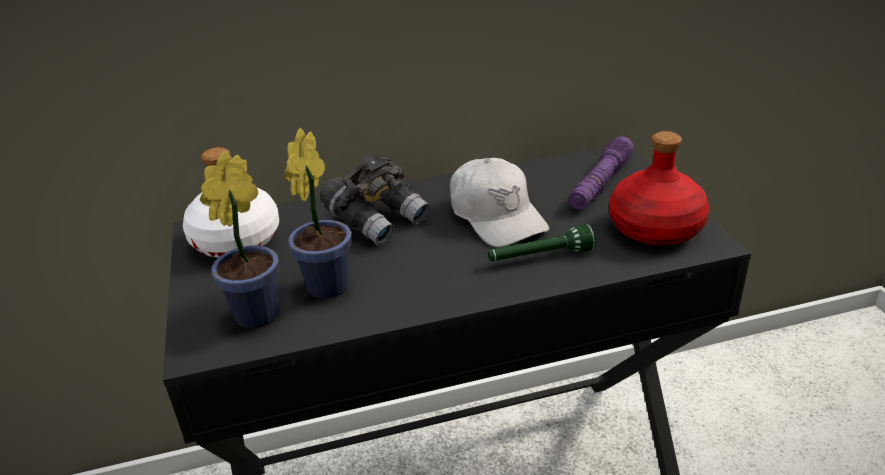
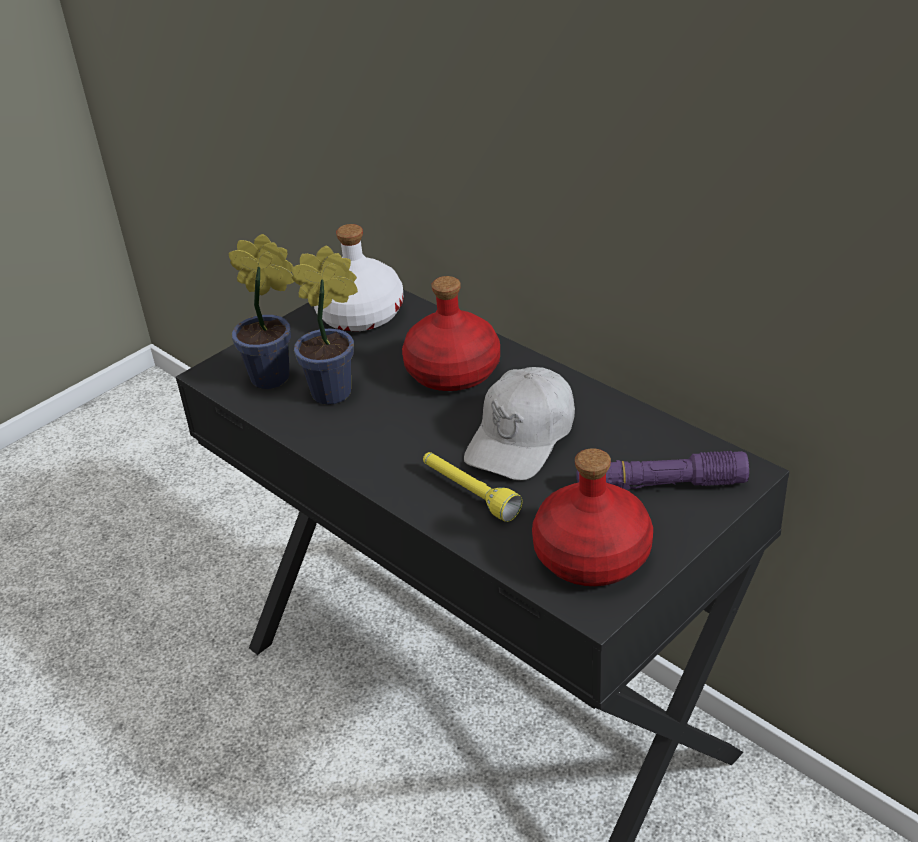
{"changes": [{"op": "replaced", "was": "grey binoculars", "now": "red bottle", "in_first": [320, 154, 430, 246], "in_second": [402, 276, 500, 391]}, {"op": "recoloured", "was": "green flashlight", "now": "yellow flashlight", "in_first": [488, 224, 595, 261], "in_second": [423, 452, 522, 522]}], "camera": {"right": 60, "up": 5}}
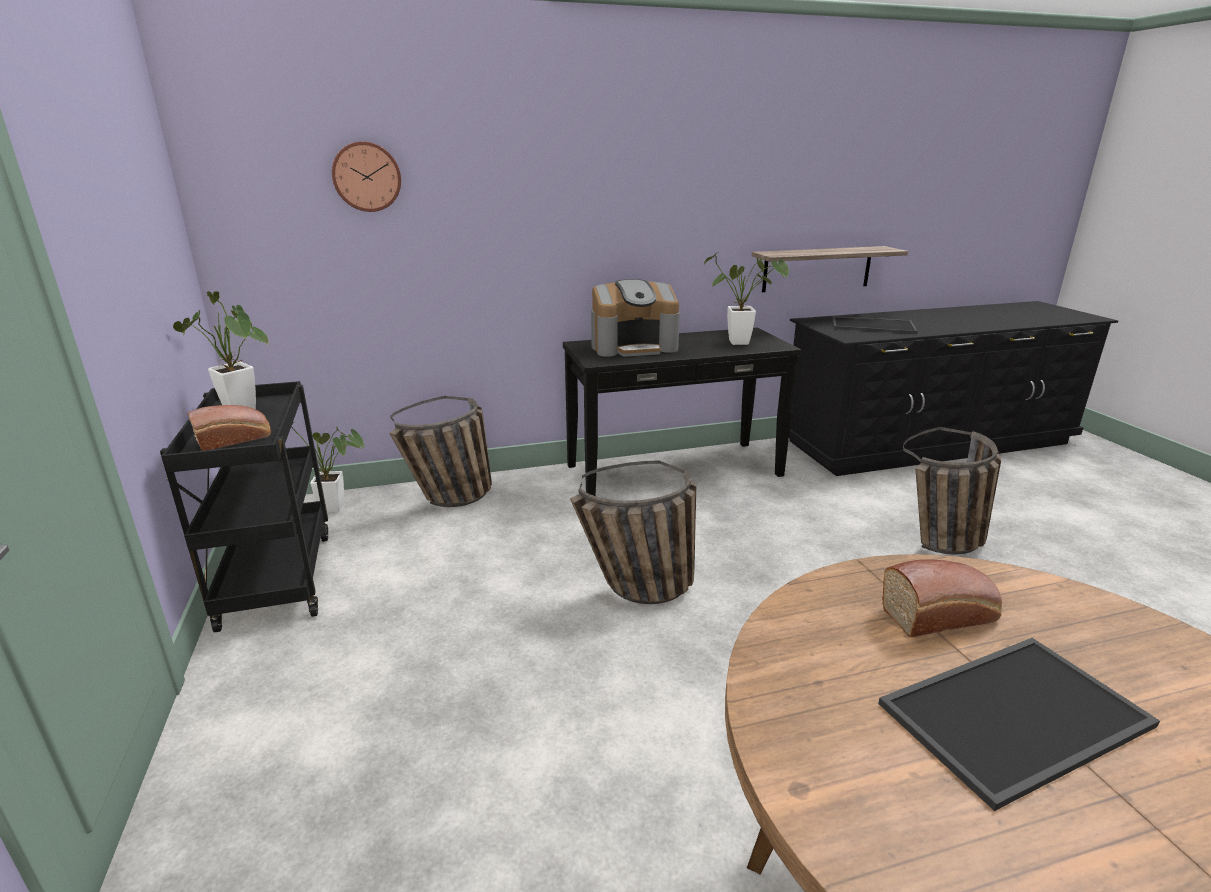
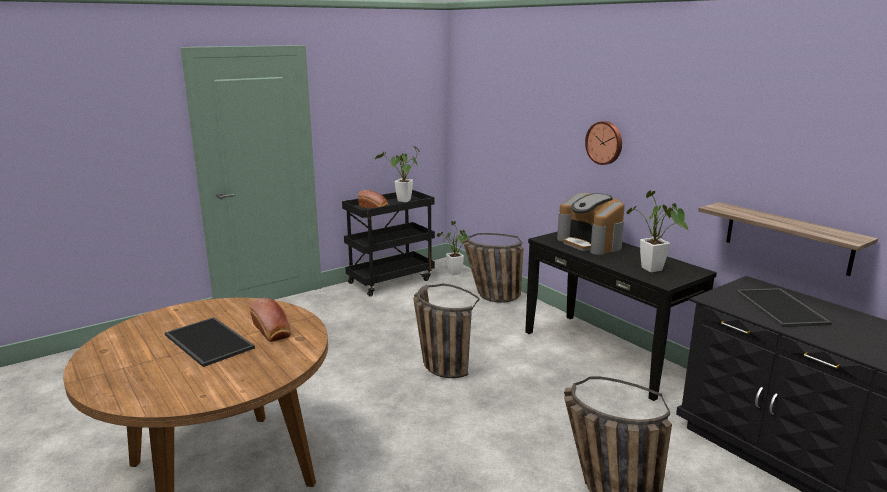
{"changes": [{"op": "moved", "was": "wall clock", "in_first": [332, 141, 401, 212], "in_second": [585, 121, 622, 165]}], "camera": {"right": 70, "up": -5}}
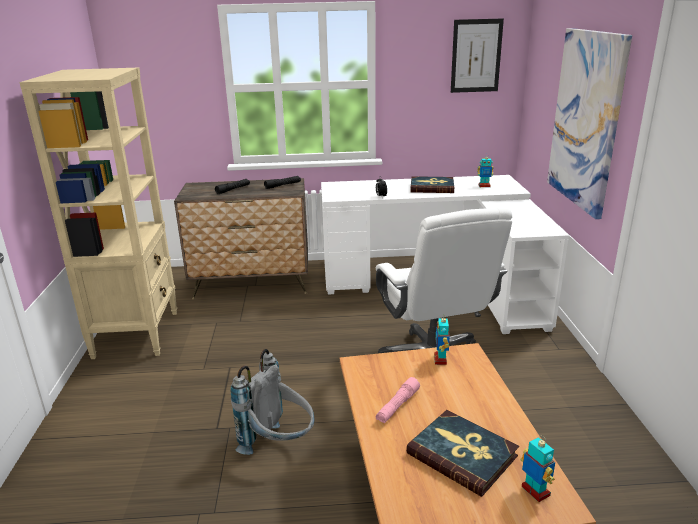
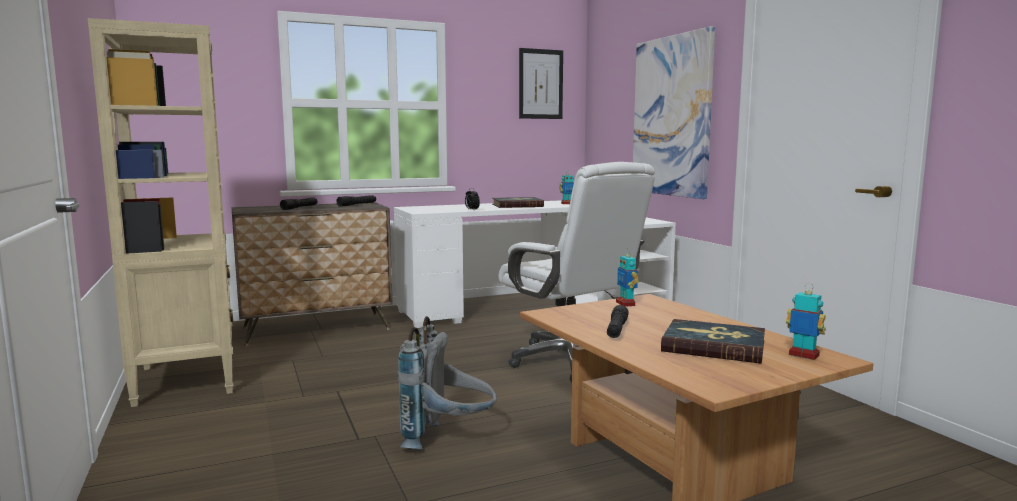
{"changes": [{"op": "recoloured", "was": "pink flashlight", "now": "black flashlight", "in_first": [376, 377, 420, 423], "in_second": [607, 305, 629, 338]}], "camera": {"right": -20, "up": -15}}
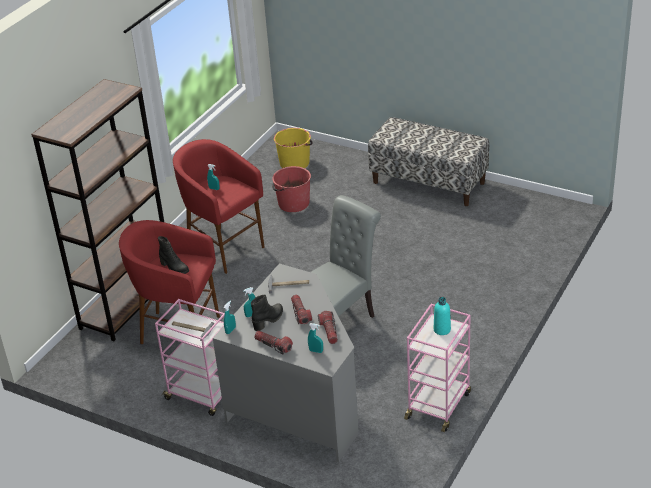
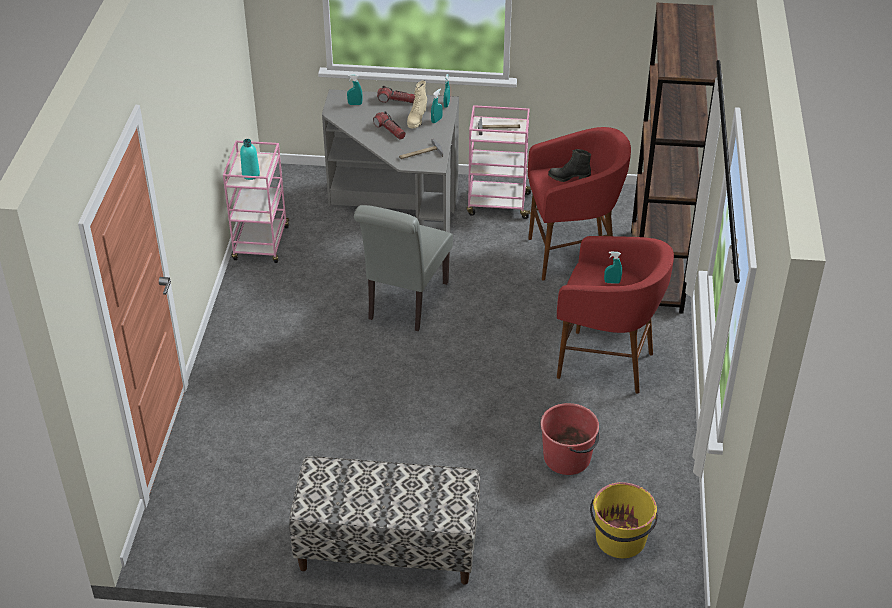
{"changes": [{"op": "recoloured", "was": "black boot", "now": "beige boot", "in_first": [251, 295, 283, 331], "in_second": [407, 80, 427, 129]}, {"op": "removed", "was": "flashlight", "in_first": [318, 311, 338, 344]}], "camera": {"right": 155, "up": 5}}
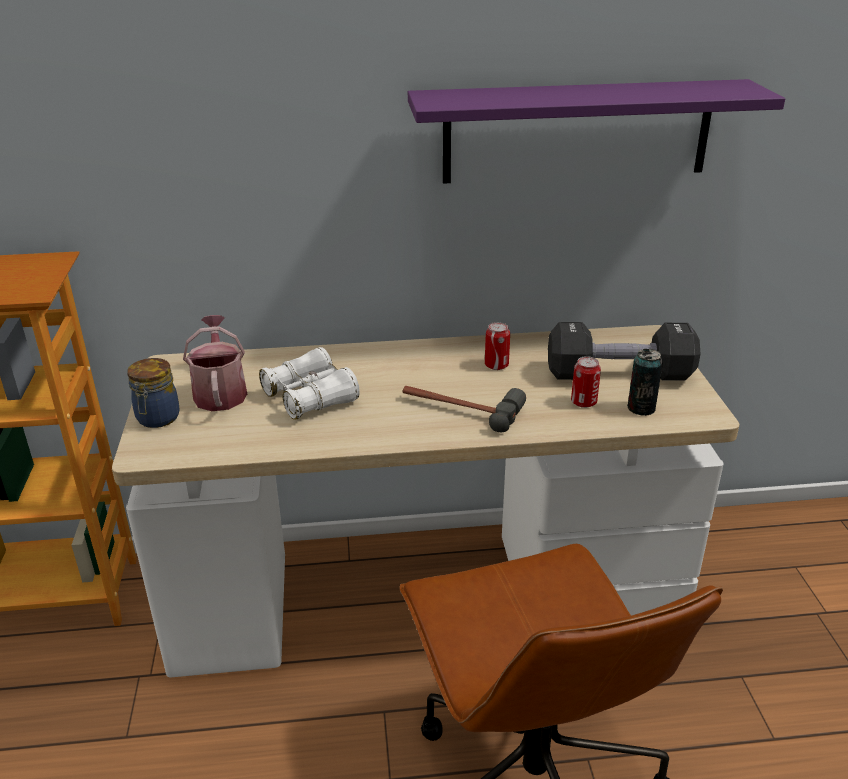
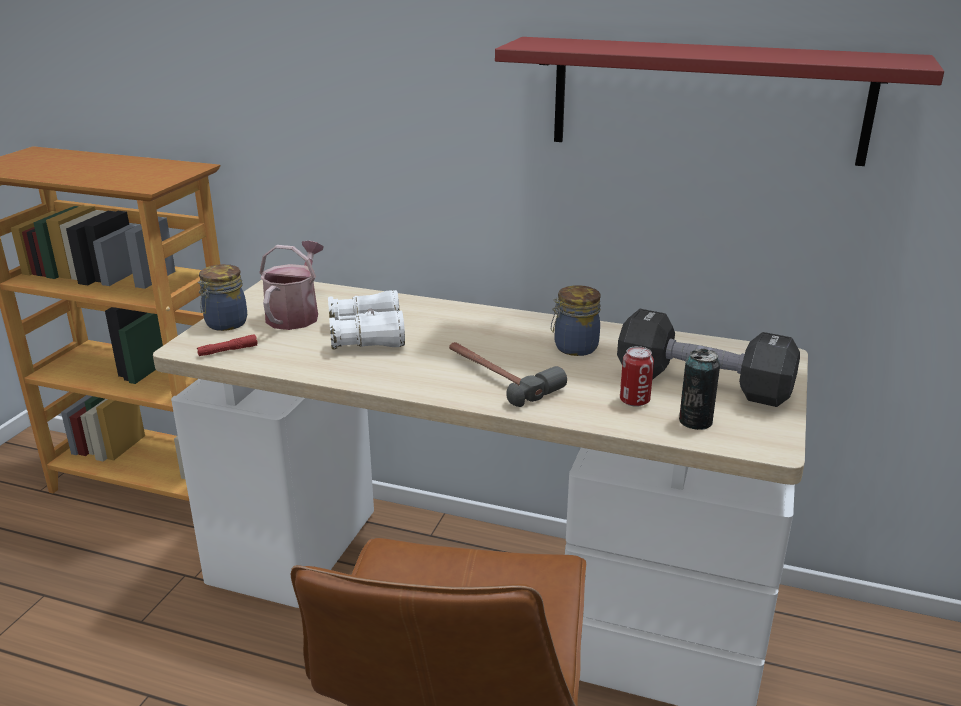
{"changes": [{"op": "added", "now": "red flashlight", "in_second": [197, 334, 258, 356]}, {"op": "recoloured", "was": "purple shelf", "now": "red shelf", "in_first": [408, 79, 785, 184], "in_second": [495, 37, 944, 166]}, {"op": "replaced", "was": "can", "now": "jar", "in_first": [485, 322, 510, 370], "in_second": [551, 285, 601, 356]}], "camera": {"right": 25, "up": -5}}
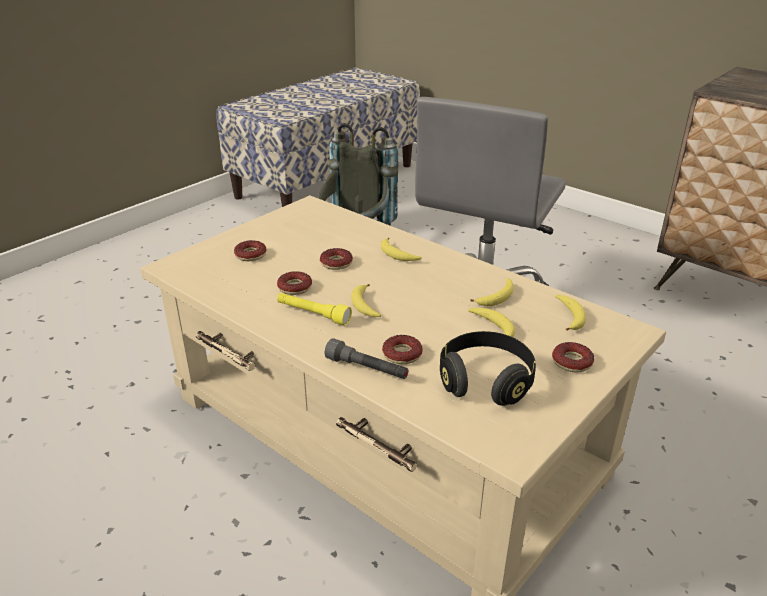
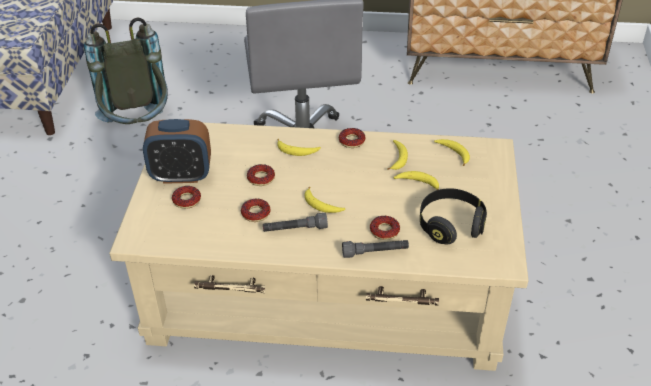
{"changes": [{"op": "added", "now": "alarm clock", "in_second": [143, 119, 211, 184]}, {"op": "recoloured", "was": "yellow flashlight", "now": "grey flashlight", "in_first": [277, 293, 352, 325], "in_second": [263, 213, 328, 232]}, {"op": "moved", "was": "donut", "in_first": [552, 342, 594, 372], "in_second": [339, 128, 365, 148]}], "camera": {"right": -35, "up": 10}}
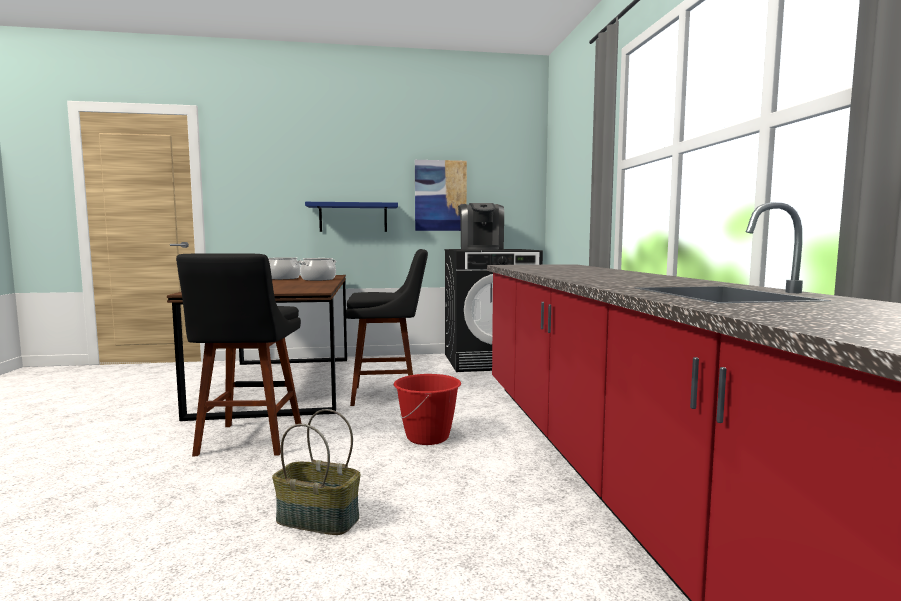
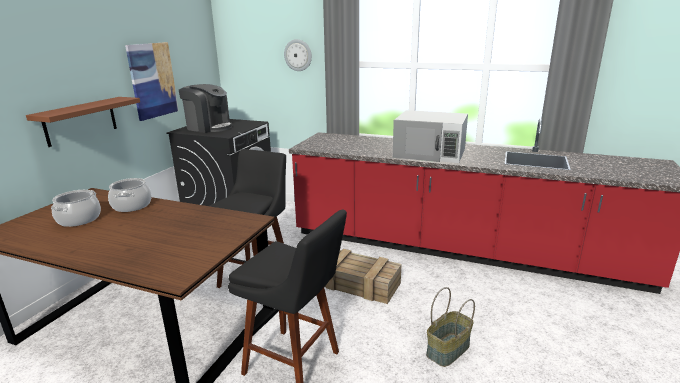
{"changes": [{"op": "recoloured", "was": "blue shelf", "now": "brown shelf", "in_first": [305, 202, 398, 232], "in_second": [26, 97, 140, 147]}, {"op": "added", "now": "wall clock", "in_second": [284, 39, 312, 71]}, {"op": "replaced", "was": "red bucket", "now": "crate", "in_first": [394, 374, 461, 445], "in_second": [325, 249, 401, 304]}, {"op": "added", "now": "white microwave", "in_second": [393, 110, 468, 163]}], "camera": {"right": -60, "up": 15}}
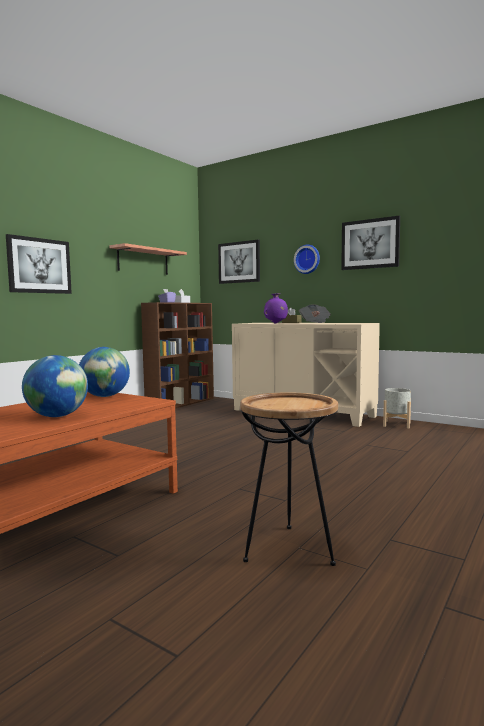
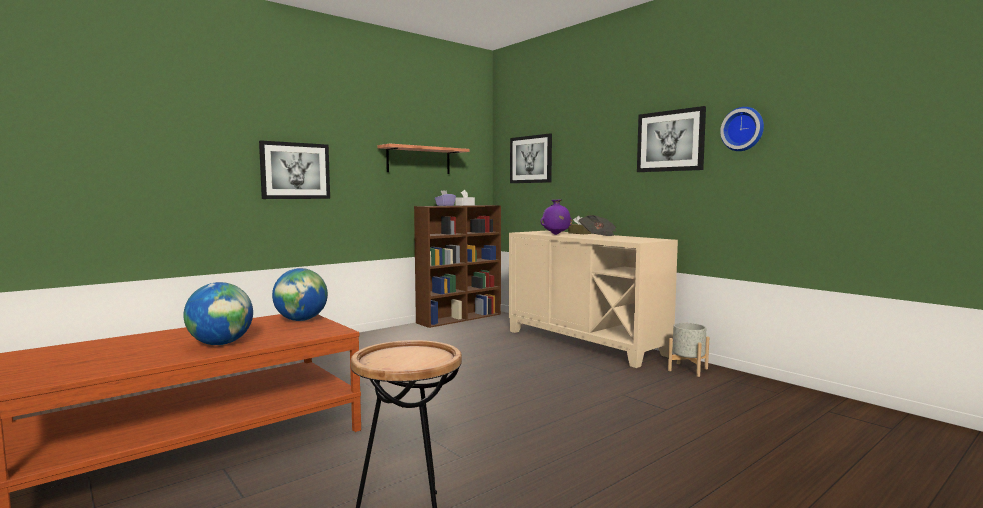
{"changes": [{"op": "moved", "was": "wall clock", "in_first": [294, 245, 320, 274], "in_second": [720, 107, 764, 151]}], "camera": {"right": 15, "up": 0}}
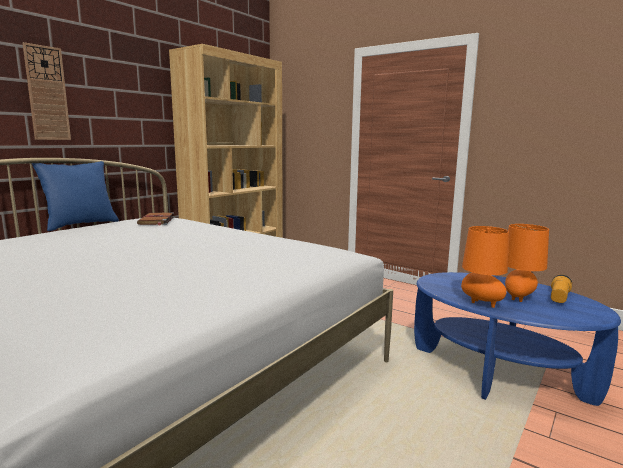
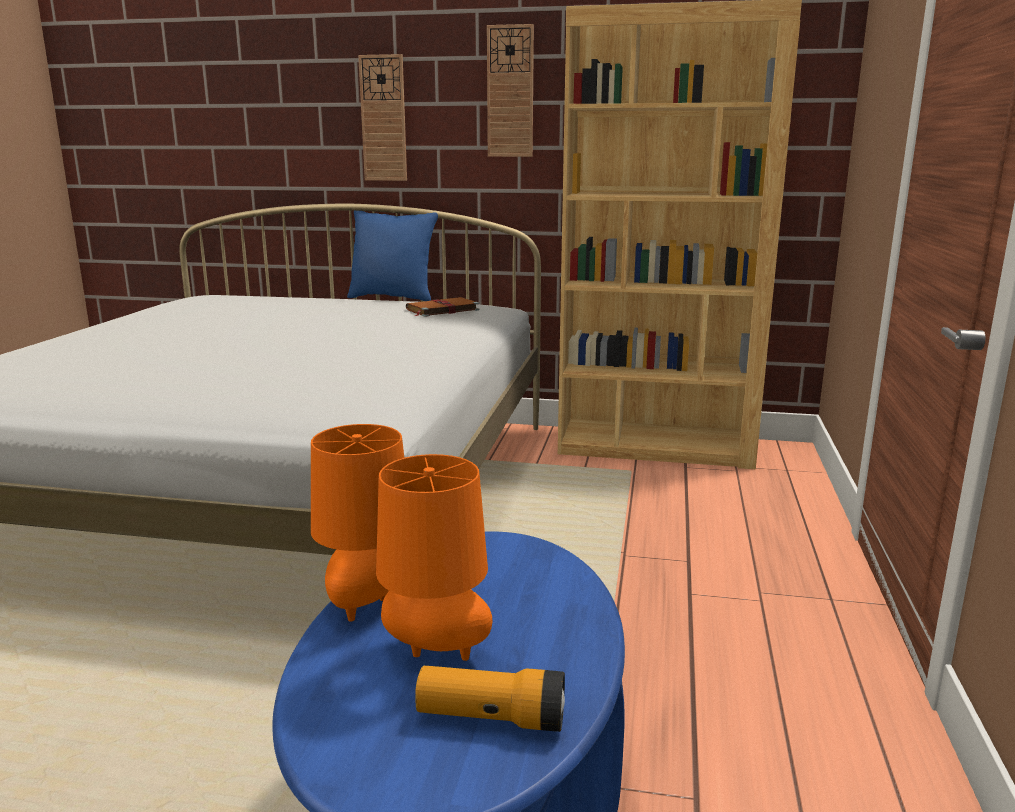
{"changes": [{"op": "added", "now": "wall clock", "in_second": [487, 24, 534, 157]}], "camera": {"right": 65, "up": 5}}
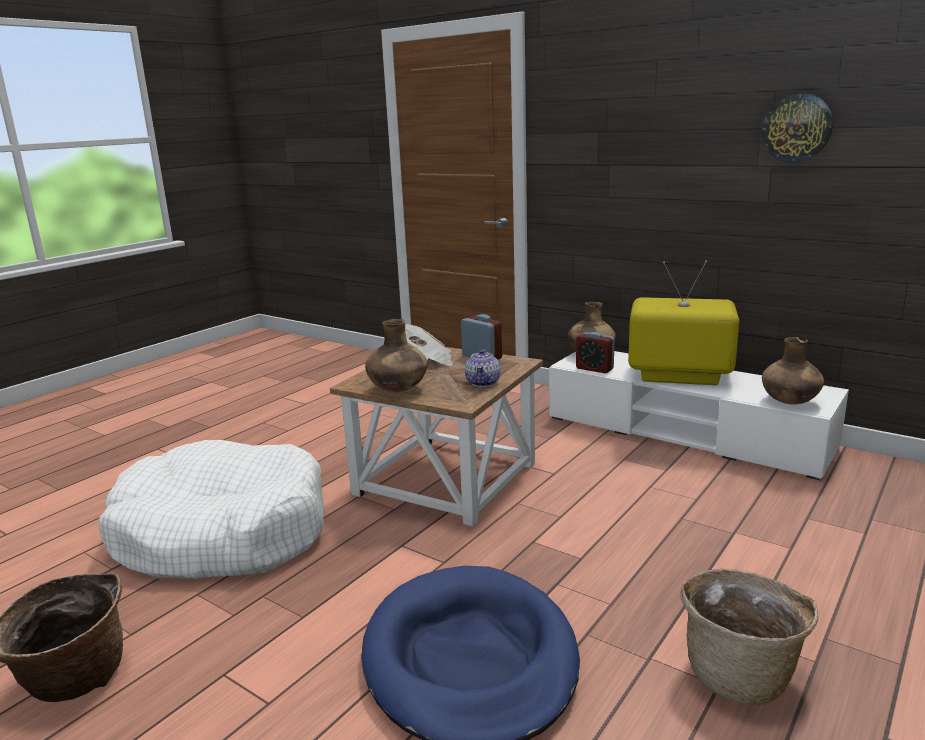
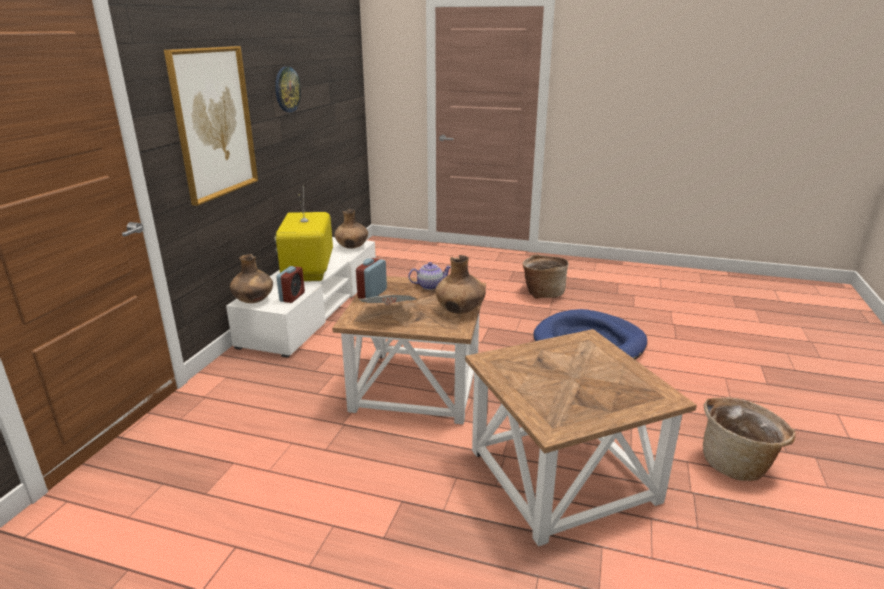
{"changes": [{"op": "added", "now": "picture", "in_second": [164, 46, 258, 206]}, {"op": "replaced", "was": "white dog bed", "now": "brown side table", "in_first": [99, 440, 324, 579], "in_second": [465, 329, 697, 546]}], "camera": {"right": -110, "up": 5}}
